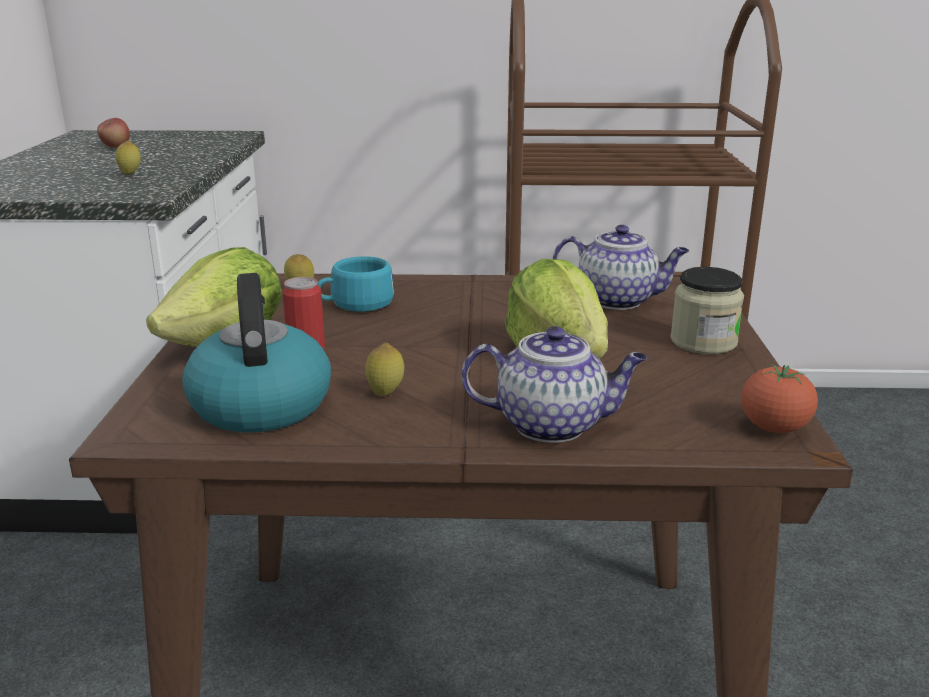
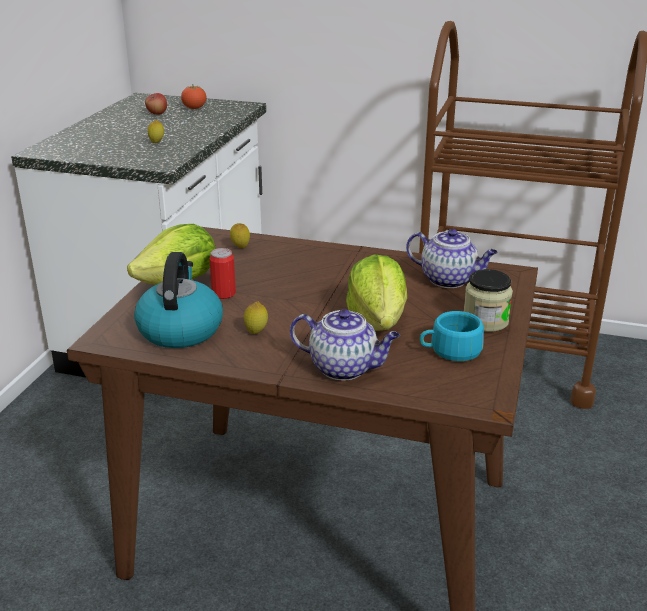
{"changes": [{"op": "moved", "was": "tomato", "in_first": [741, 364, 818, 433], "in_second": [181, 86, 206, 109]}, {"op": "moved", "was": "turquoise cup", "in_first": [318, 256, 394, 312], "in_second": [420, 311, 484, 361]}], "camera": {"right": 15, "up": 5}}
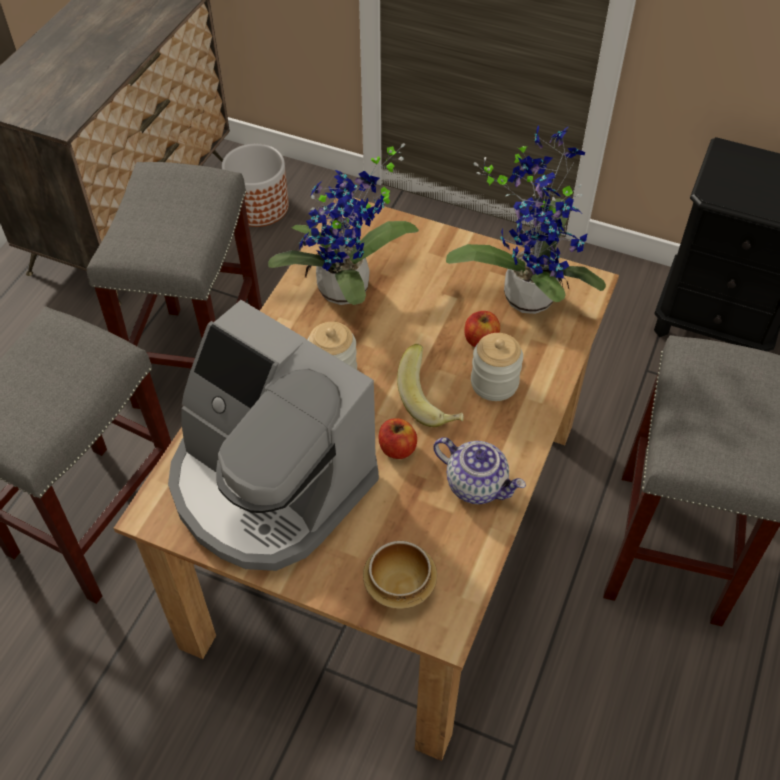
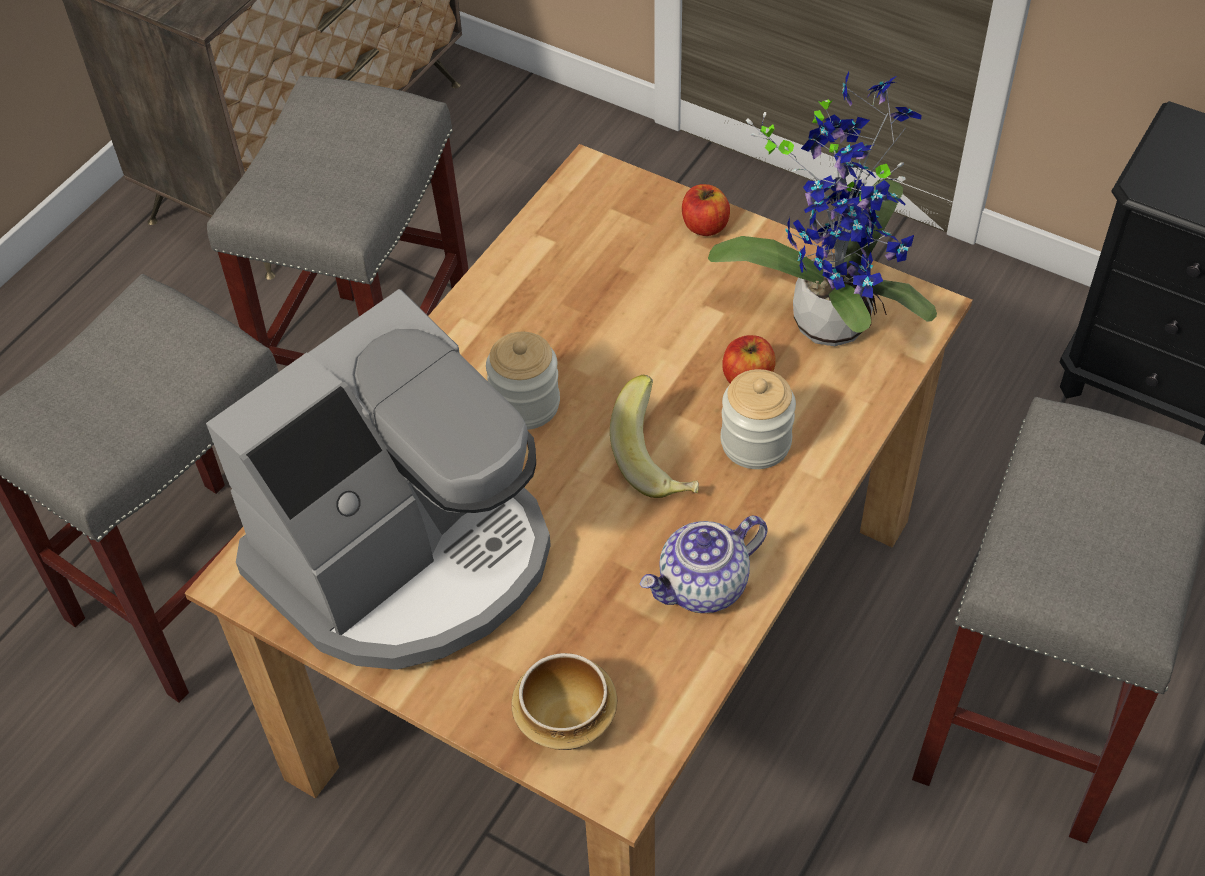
{"changes": [{"op": "turned", "was": "coffee machine", "in_first": [168, 300, 379, 571], "in_second": [206, 289, 551, 670], "clockwise": -90}, {"op": "turned", "was": "teapot", "in_first": [433, 437, 526, 504], "in_second": [639, 516, 768, 613], "clockwise": 105}, {"op": "moved", "was": "apple", "in_first": [378, 418, 417, 459], "in_second": [682, 184, 730, 236]}, {"op": "removed", "was": "planter", "in_first": [222, 144, 289, 227]}, {"op": "removed", "was": "potted plant", "in_first": [268, 143, 419, 305]}], "camera": {"right": 10, "up": 0}}
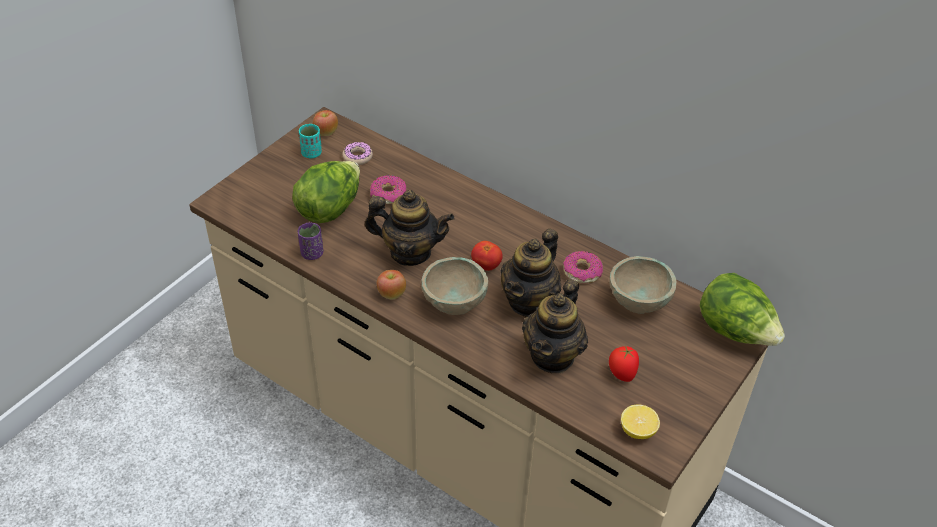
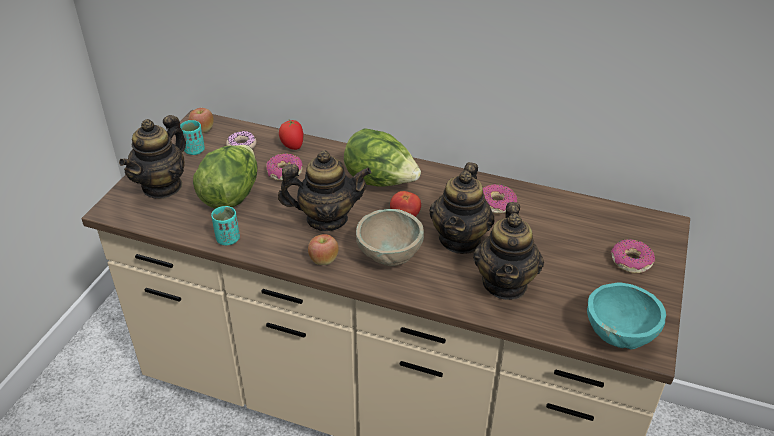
{"changes": [{"op": "added", "now": "teapot", "in_second": [119, 115, 186, 199]}, {"op": "recoloured", "was": "purple cup", "now": "turquoise cup", "in_first": [298, 223, 323, 260], "in_second": [211, 206, 240, 245]}, {"op": "moved", "was": "tomato", "in_first": [609, 346, 639, 382], "in_second": [279, 120, 303, 150]}, {"op": "moved", "was": "lettuce", "in_first": [700, 273, 785, 346], "in_second": [344, 128, 421, 187]}, {"op": "replaced", "was": "lemon", "now": "turquoise bowl", "in_first": [621, 404, 660, 439], "in_second": [587, 282, 666, 349]}, {"op": "added", "now": "donut", "in_second": [611, 239, 655, 273]}, {"op": "removed", "was": "beige bowl", "in_first": [609, 256, 676, 314]}], "camera": {"right": -15, "up": -5}}
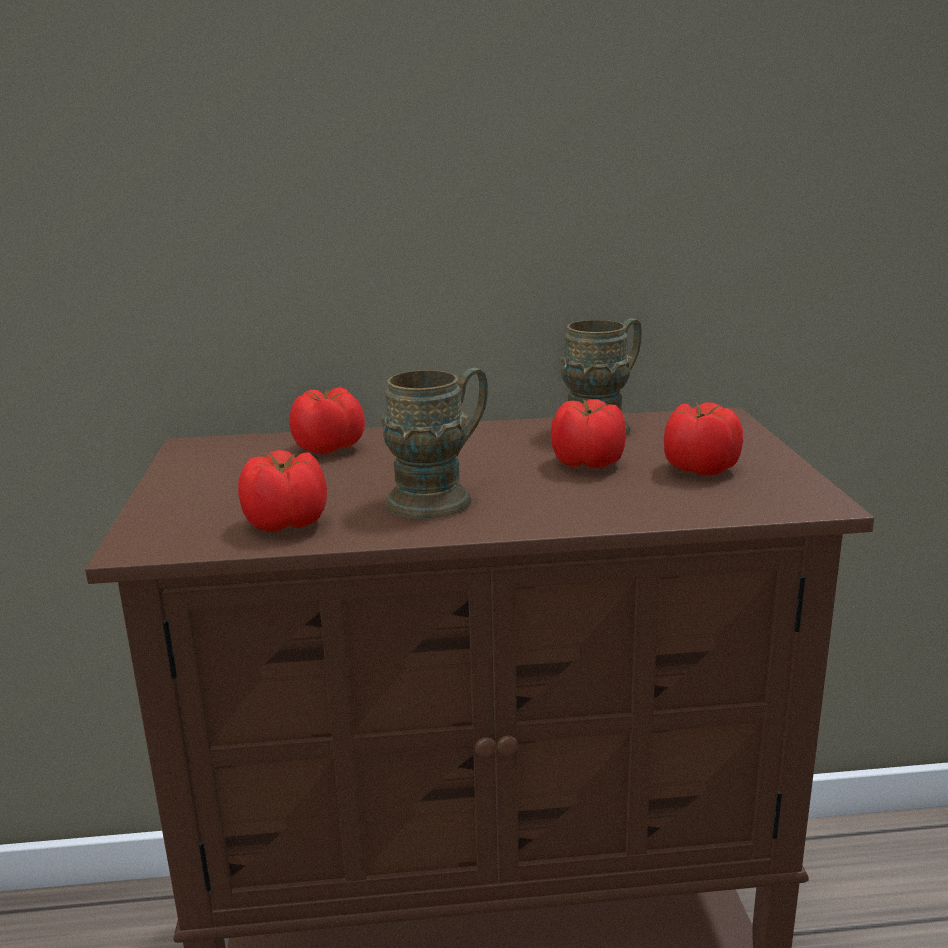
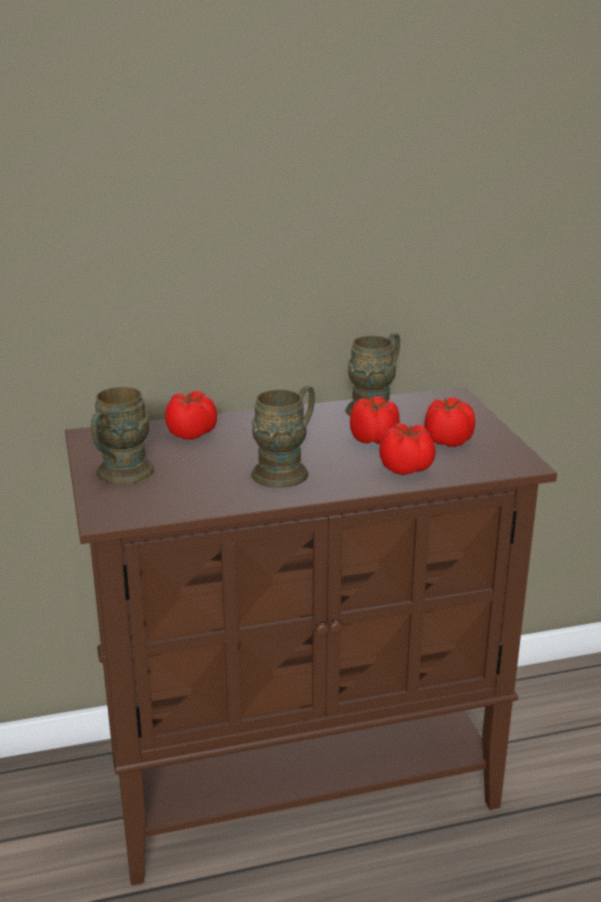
{"changes": [{"op": "added", "now": "brown mug", "in_second": [91, 387, 154, 485]}, {"op": "moved", "was": "tomato", "in_first": [238, 450, 327, 532], "in_second": [379, 423, 436, 475]}], "camera": {"right": -10, "up": 5}}
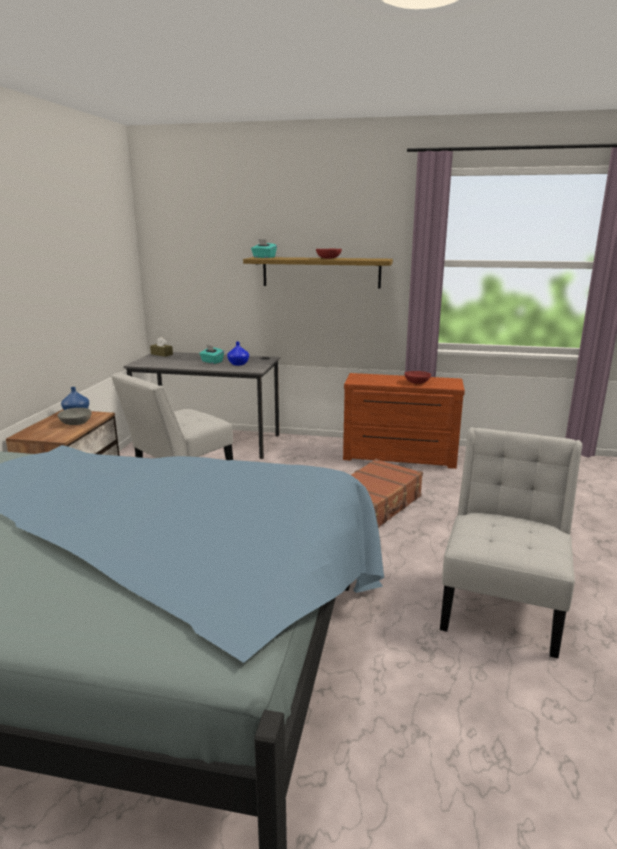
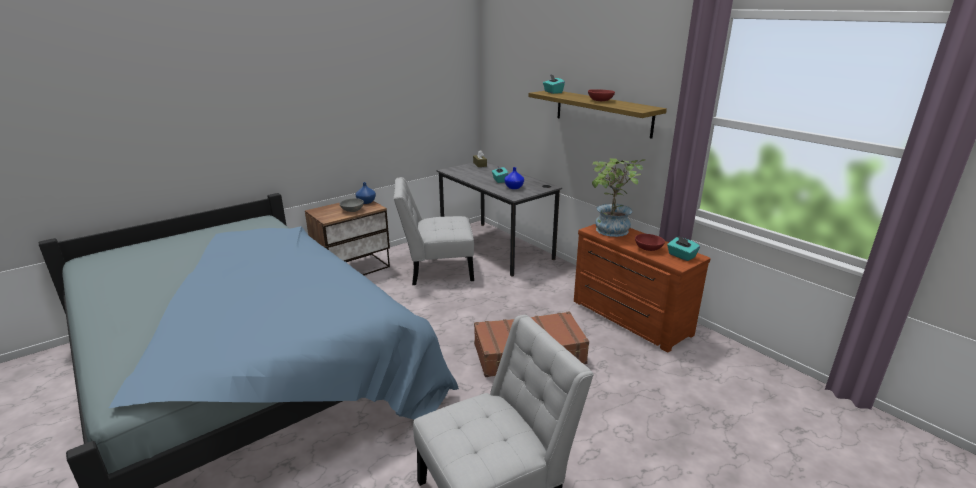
{"changes": [{"op": "added", "now": "potted plant", "in_second": [592, 158, 645, 237]}, {"op": "added", "now": "turquoise tissue box", "in_second": [667, 236, 700, 261]}], "camera": {"right": 40, "up": 5}}
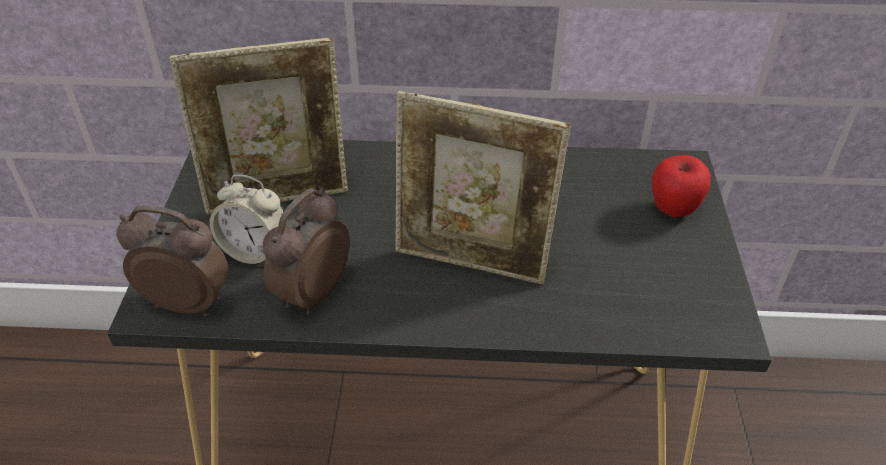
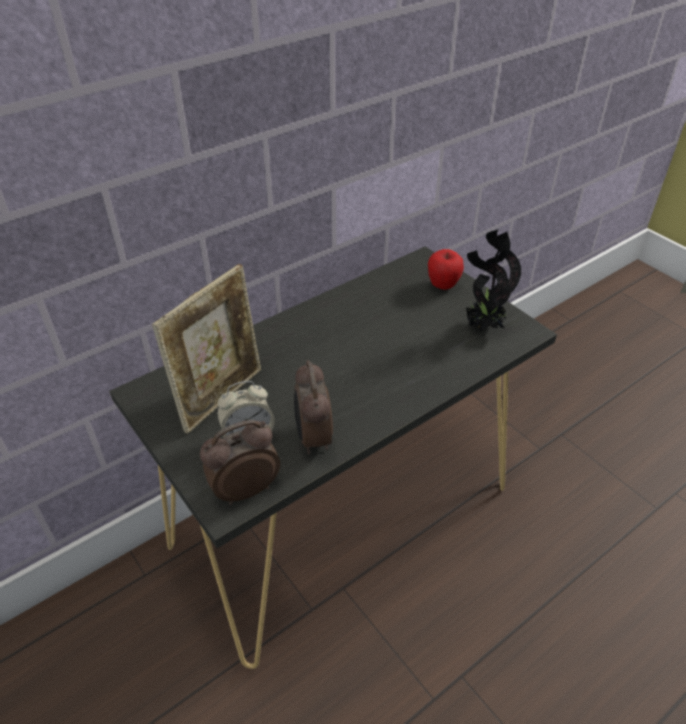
{"changes": [{"op": "added", "now": "potted plant", "in_second": [466, 230, 521, 331]}, {"op": "removed", "was": "picture frame", "in_first": [395, 91, 571, 284]}], "camera": {"right": -40, "up": 0}}
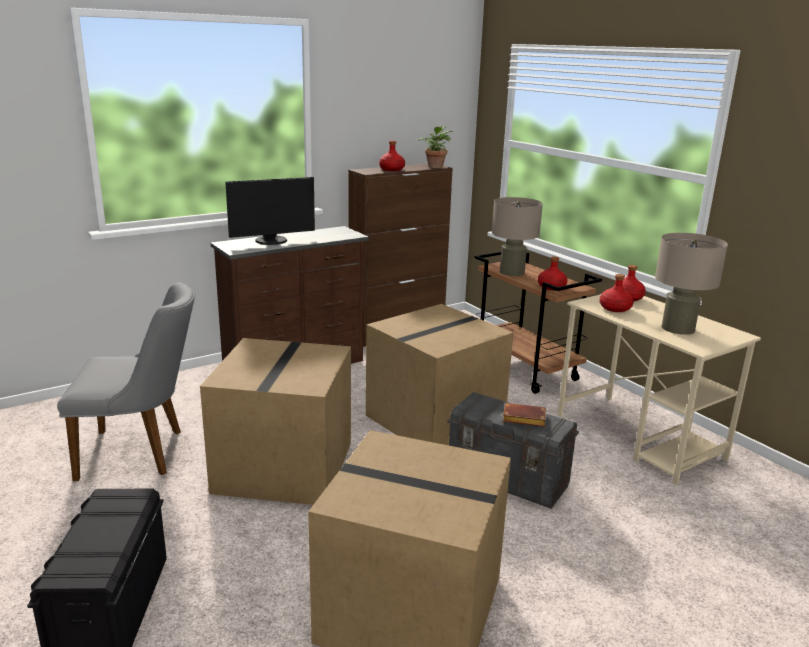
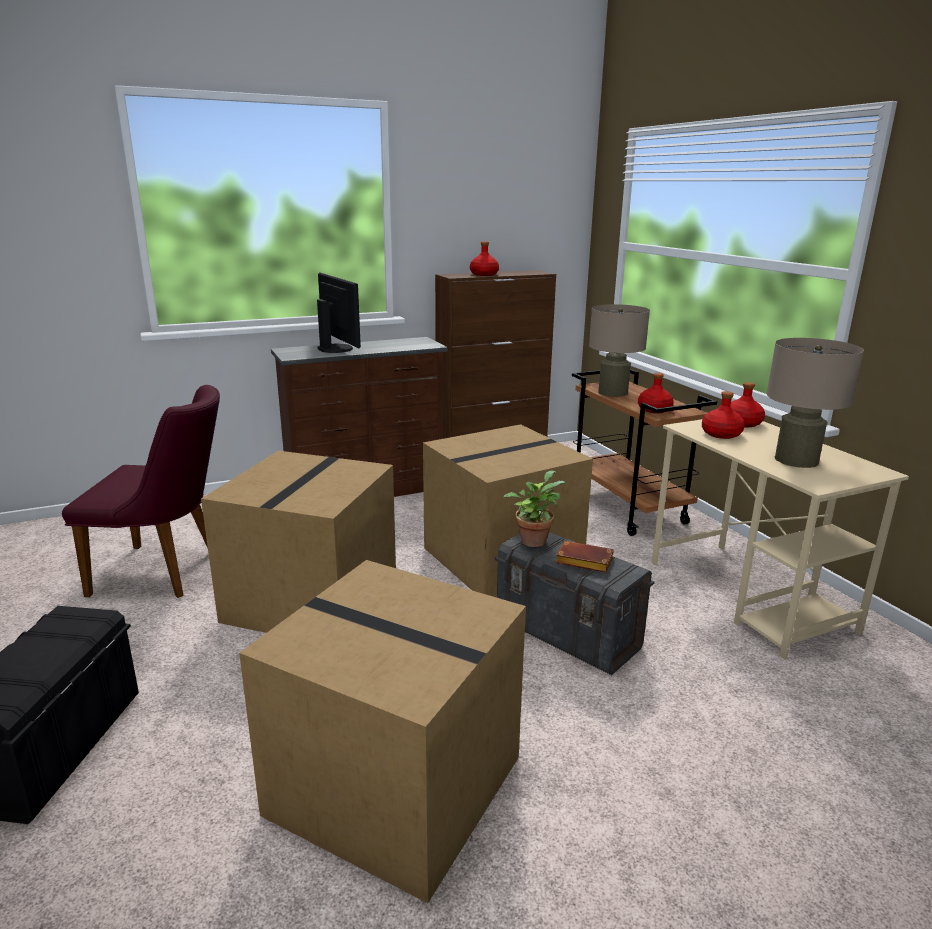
{"changes": [{"op": "recoloured", "was": "grey chair", "now": "purple chair", "in_first": [57, 282, 194, 481], "in_second": [62, 385, 220, 598]}, {"op": "turned", "was": "monitor", "in_first": [225, 177, 315, 245], "in_second": [317, 273, 361, 353], "clockwise": -105}, {"op": "moved", "was": "potted plant", "in_first": [418, 126, 453, 168], "in_second": [504, 470, 565, 547]}], "camera": {"right": 10, "up": 0}}
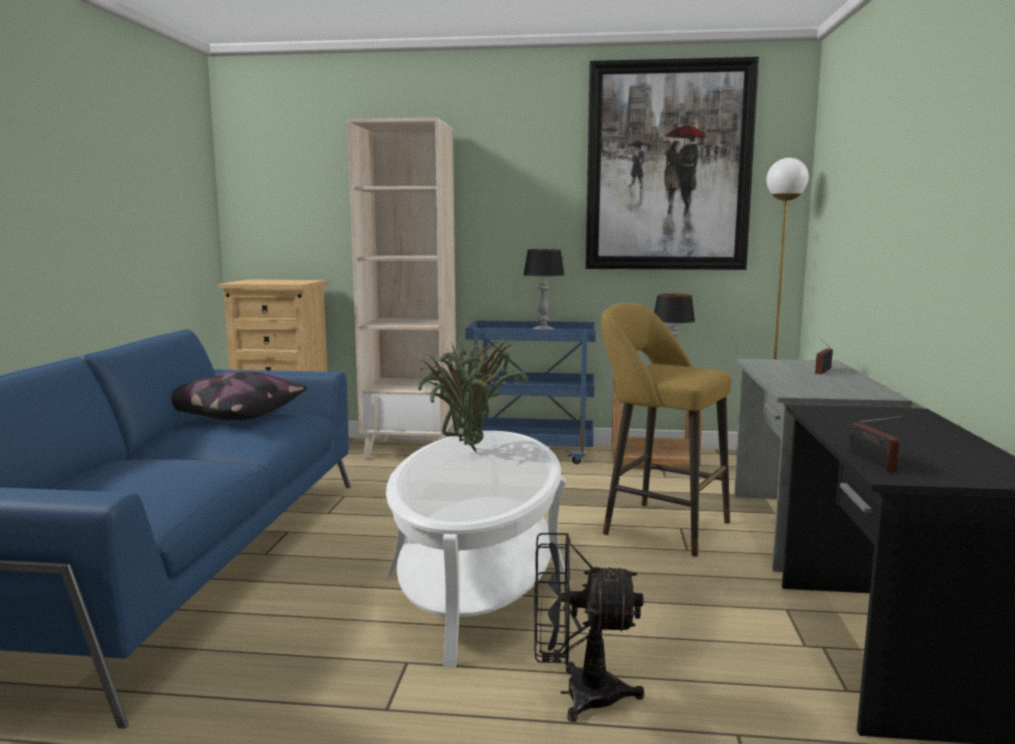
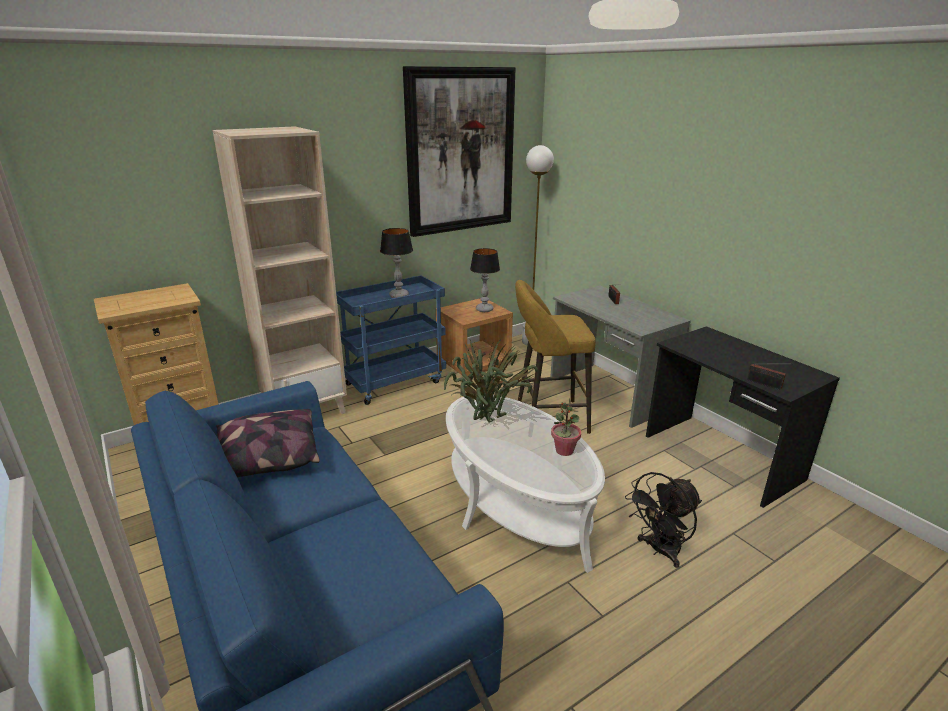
{"changes": [{"op": "added", "now": "potted plant", "in_second": [551, 398, 581, 456]}], "camera": {"right": -40, "up": 15}}
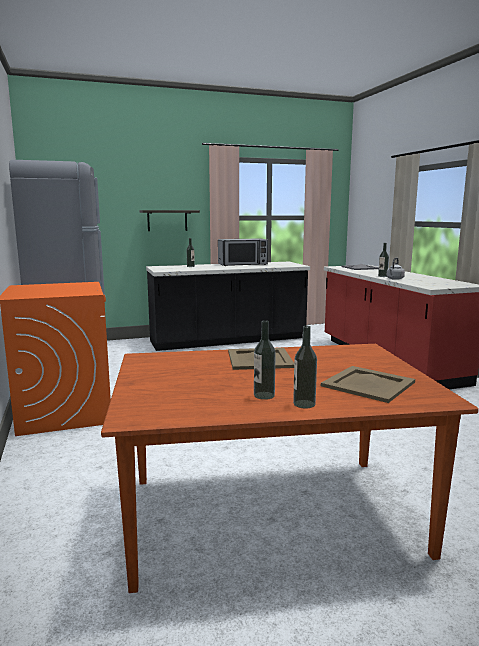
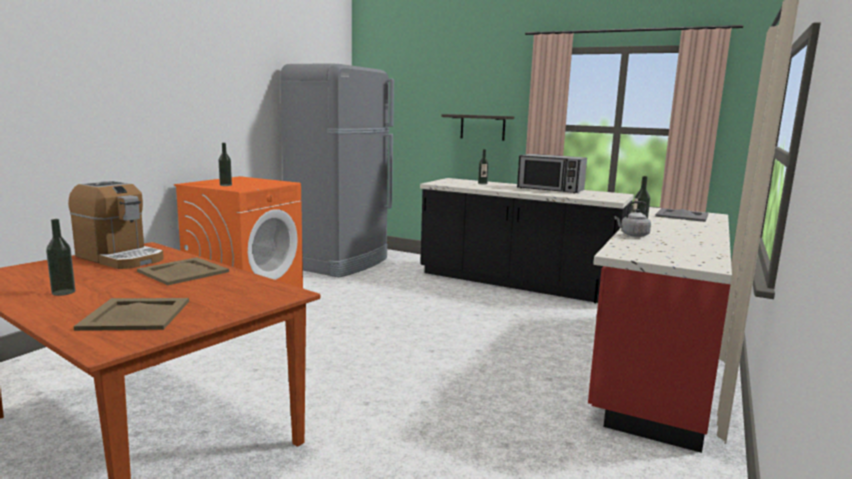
{"changes": [{"op": "added", "now": "coffee machine", "in_second": [68, 181, 164, 269]}, {"op": "moved", "was": "bottle", "in_first": [293, 326, 317, 408], "in_second": [218, 143, 232, 186]}], "camera": {"right": 45, "up": 0}}
